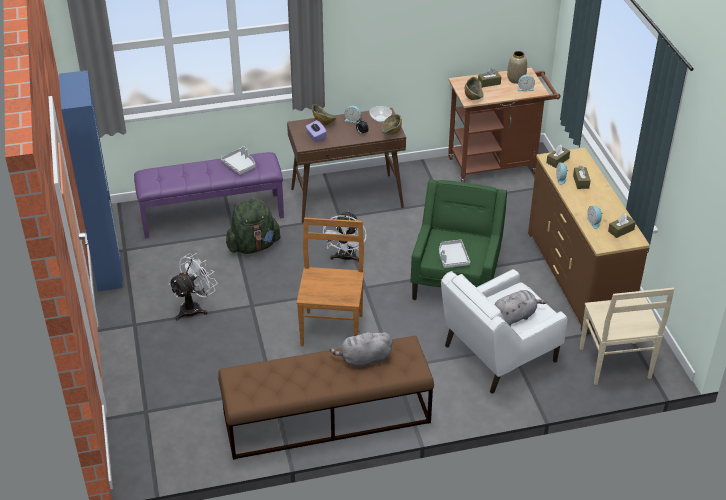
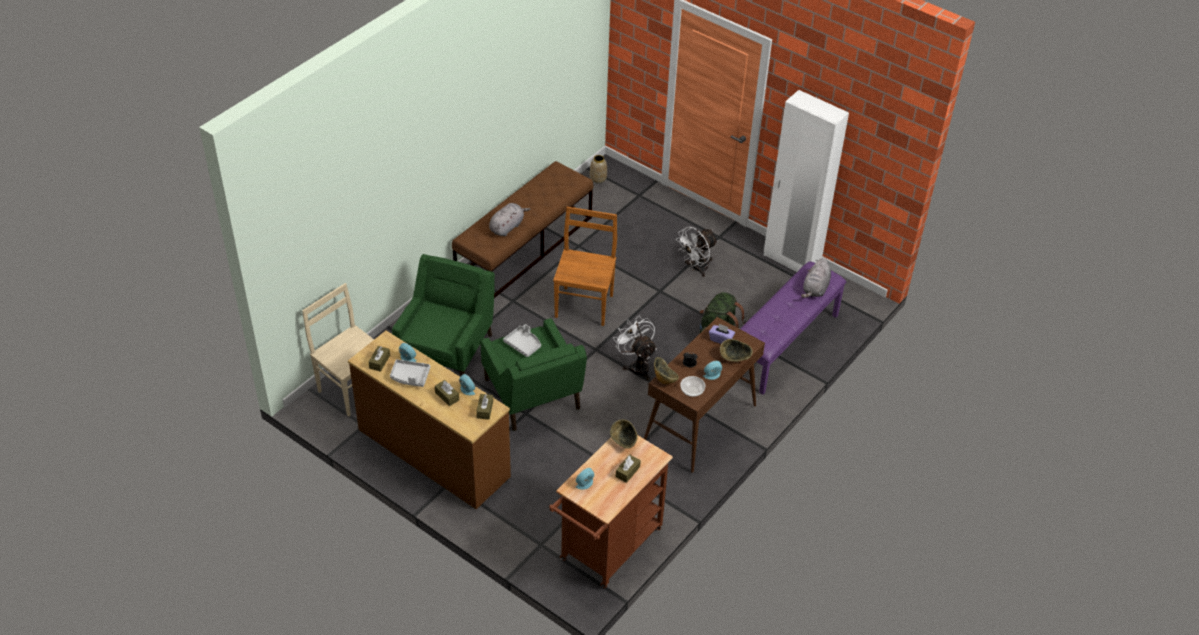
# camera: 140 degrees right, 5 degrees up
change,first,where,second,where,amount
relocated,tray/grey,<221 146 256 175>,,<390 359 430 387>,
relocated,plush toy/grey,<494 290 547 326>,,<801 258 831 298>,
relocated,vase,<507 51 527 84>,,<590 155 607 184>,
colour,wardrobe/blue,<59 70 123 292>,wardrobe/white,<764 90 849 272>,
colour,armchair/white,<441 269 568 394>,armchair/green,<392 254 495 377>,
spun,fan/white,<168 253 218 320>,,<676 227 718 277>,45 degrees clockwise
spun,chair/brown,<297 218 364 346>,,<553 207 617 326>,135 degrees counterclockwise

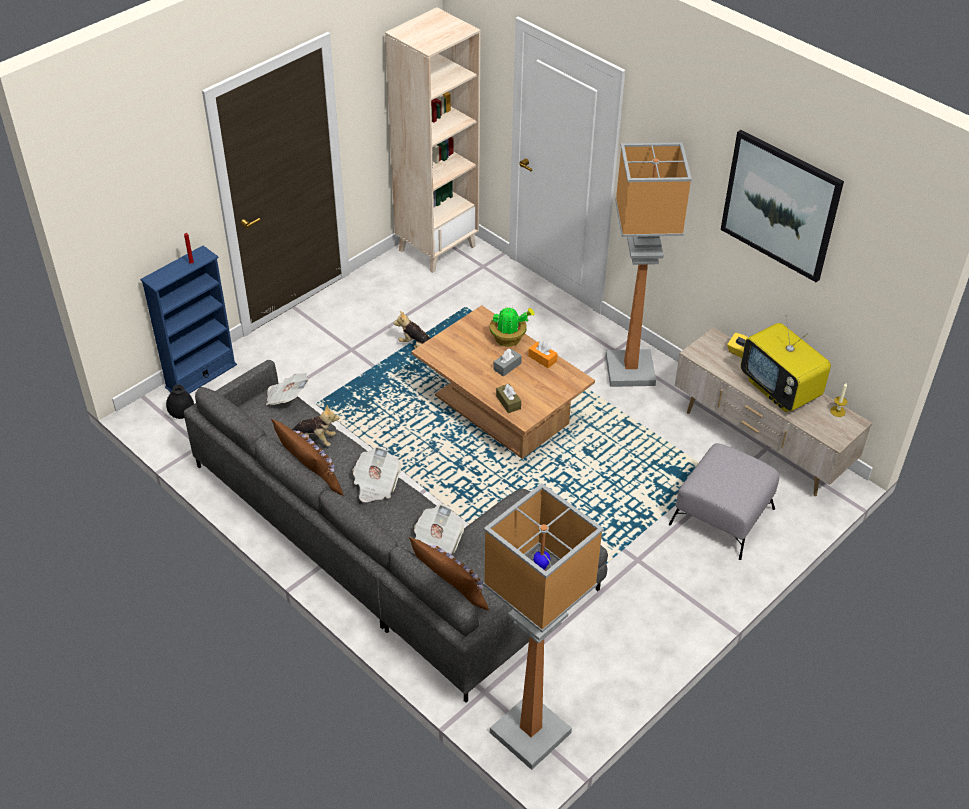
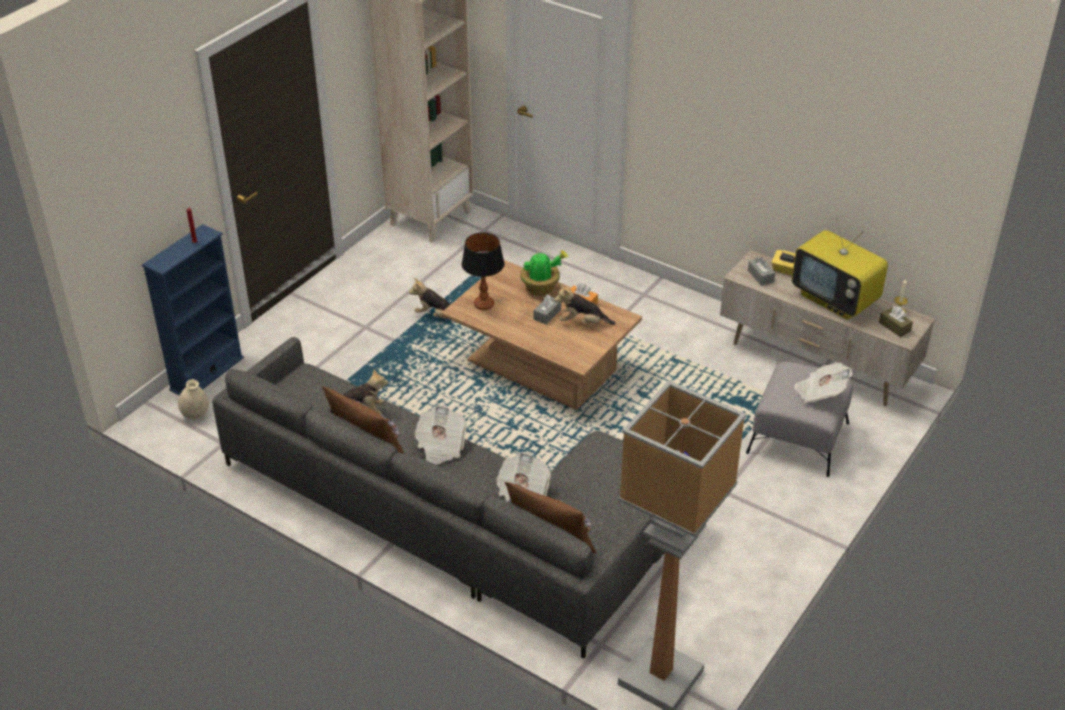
# camera: 10 degrees left, 5 degrees down
change,first,where,second,where,amount
missing,floor lamp,<606 142 692 387>,,,
missing,picture,<721 130 844 282>,,,
appeared,,,table lamp,<462 233 504 310>,
appeared,,,plush toy,<554 284 615 325>,
appeared,,,tissue box/grey,<748 257 775 286>,
relocated,newspaper,<266 373 309 405>,,<794 363 852 403>,
relocated,tissue box/brown,<496 384 521 413>,,<879 306 913 337>,
colour,vase/black,<166 385 194 419>,vase/beige,<178 379 209 419>,

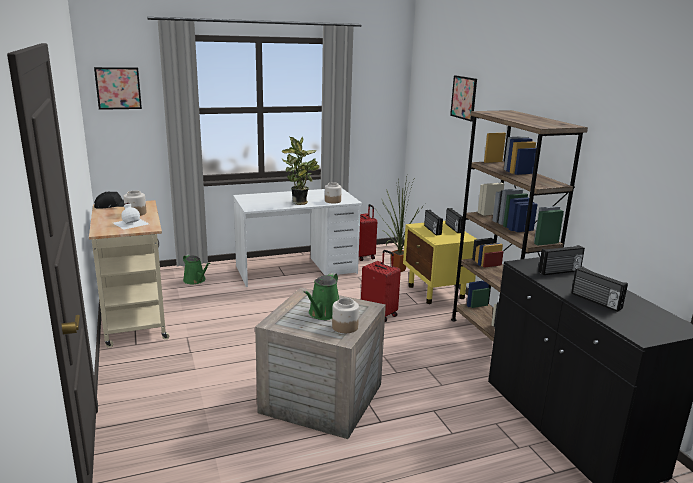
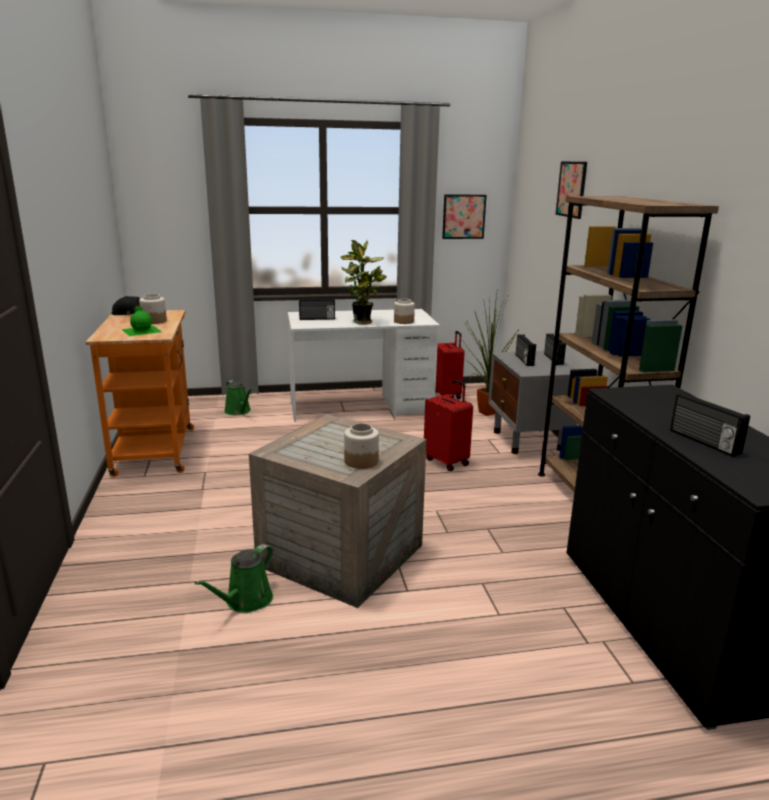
# camera: 10 degrees right, 0 degrees up
change,first,where,second,where,amount
relocated,picture,<94 67 142 110>,,<442 194 486 239>,
relocated,watering can/green,<304 273 339 320>,,<195 544 273 613>,
relocated,radio,<538 245 585 275>,,<299 299 335 320>,
colour,cart/beige,<89 200 169 348>,cart/orange,<86 310 194 477>,
colour,bottle/white,<113 203 149 230>,bottle/green,<121 306 162 336>,
colour,nightstand/yellow,<403 221 477 304>,nightstand/grey,<488 351 577 454>,

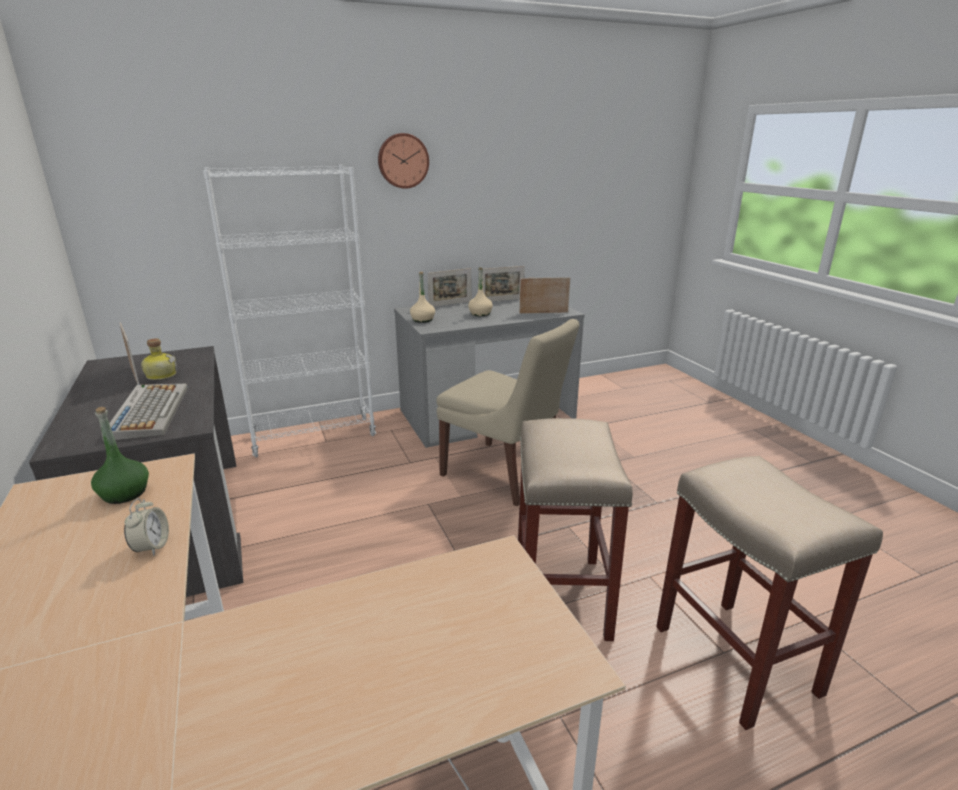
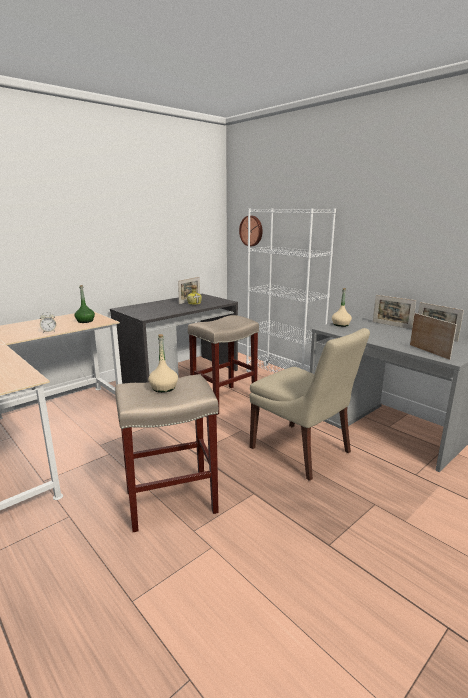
# camera: 70 degrees right, 5 degrees down
change,first,where,second,where,amount
missing,keyboard,<101 383 188 441>,,,
relocated,wall clock,<378 133 429 189>,,<239 216 262 247>,
relocated,bottle/beige,<468 267 493 316>,,<148 334 178 393>,
relocated,stool/beige,<656 456 883 730>,,<188 315 259 415>,
spun,chair/beige,<436 319 579 506>,,<249 328 370 481>,60 degrees counterclockwise

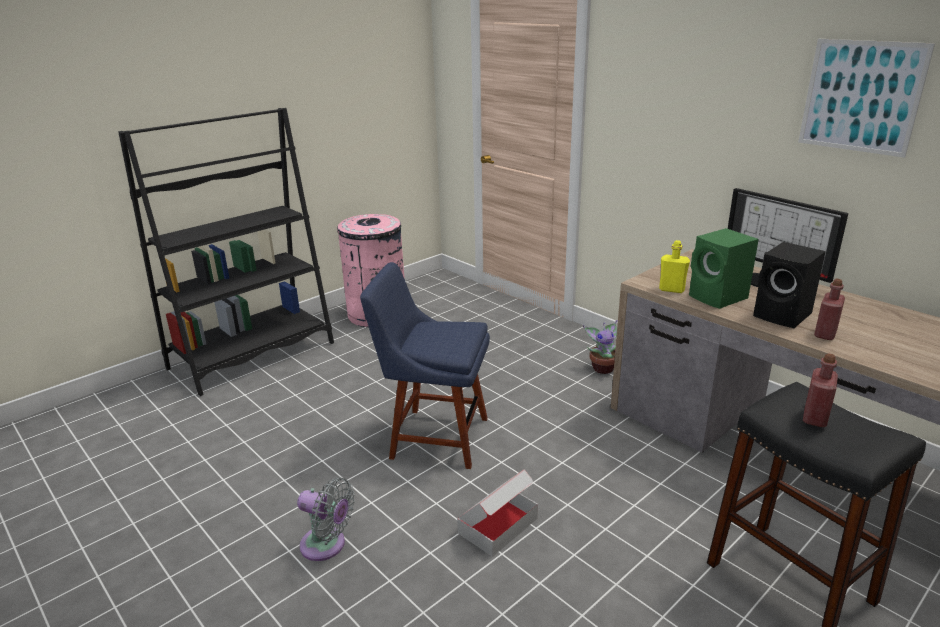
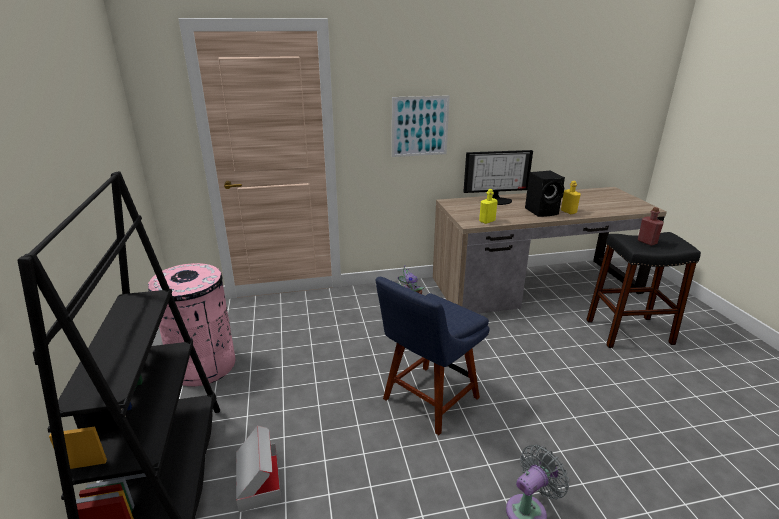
# camera: 60 degrees left, 0 degrees up
change,first,where,second,where,amount
missing,speaker/green,<689 228 759 309>,,,
relocated,cardboard box,<457 469 538 557>,,<236 425 281 512>,
relocated,picture,<798 39 935 158>,,<392 95 450 157>,
colour,bottle/red,<814 279 845 340>,bottle/yellow,<561 181 581 214>,

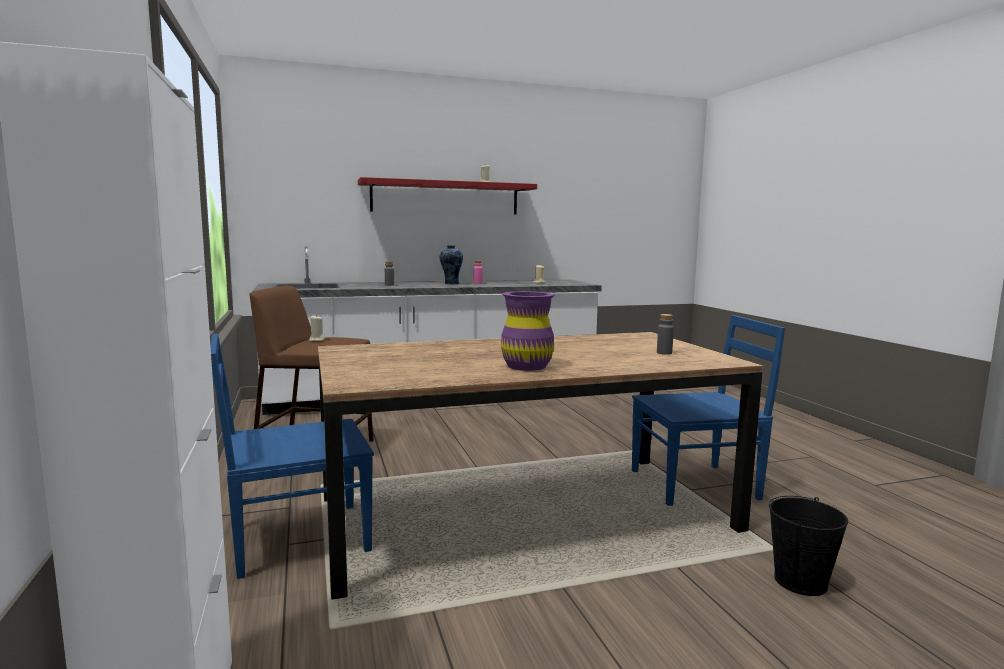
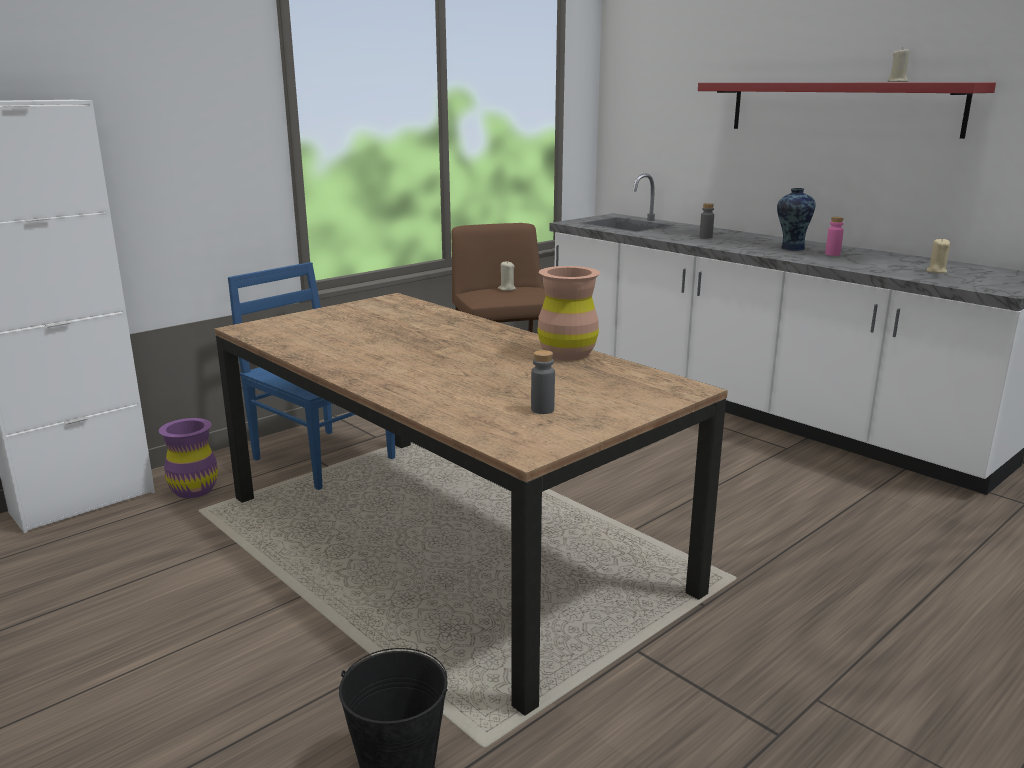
# camera: 65 degrees right, 10 degrees up
change,first,where,second,where,amount
missing,chair/blue,<632 315 785 506>,,,
appeared,,,vase/brown,<537 266 600 361>,
relocated,vase/purple,<501 291 555 371>,,<159 418 218 498>,

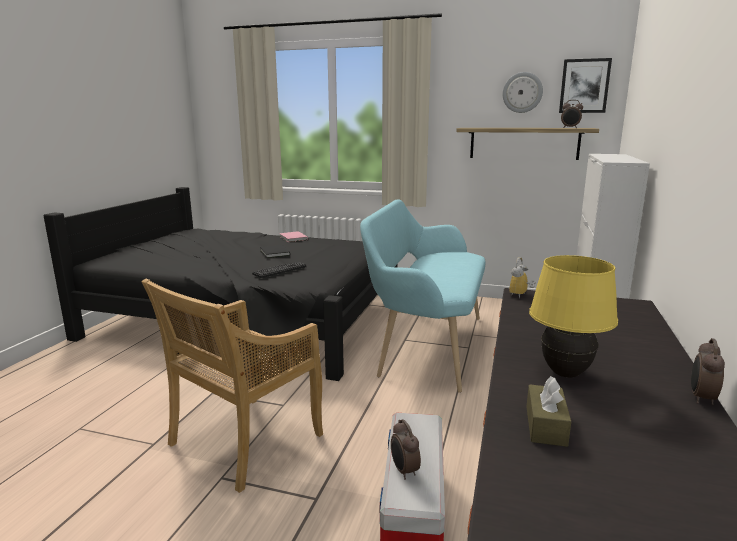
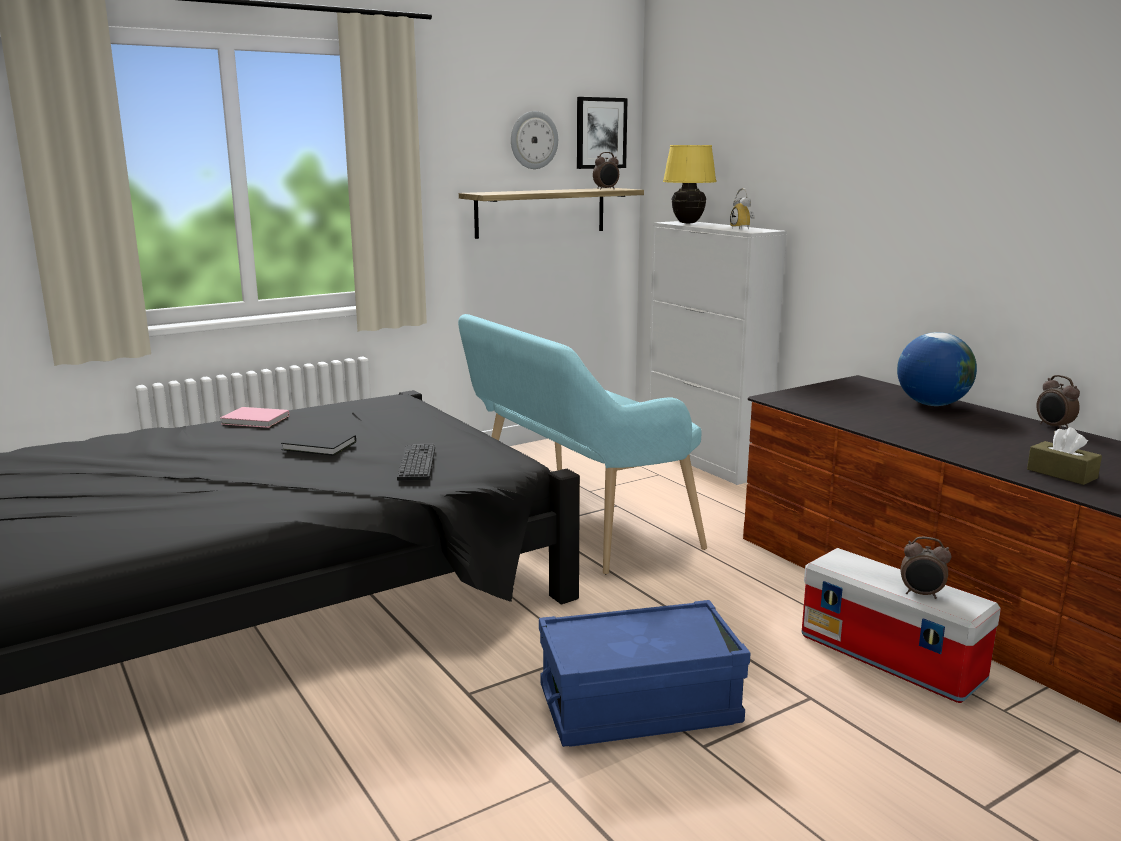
# camera: 50 degrees left, 0 degrees up
change,first,where,second,where,amount
appeared,,,globe,<897 332 977 406>,
relocated,alarm clock,<510 257 536 298>,,<730 188 755 230>,
relocated,table lamp/yellow,<529 255 618 378>,,<663 145 716 223>,
exchanged,chair/beige,<142 279 323 493>,storage box/blue,<539 600 750 747>,

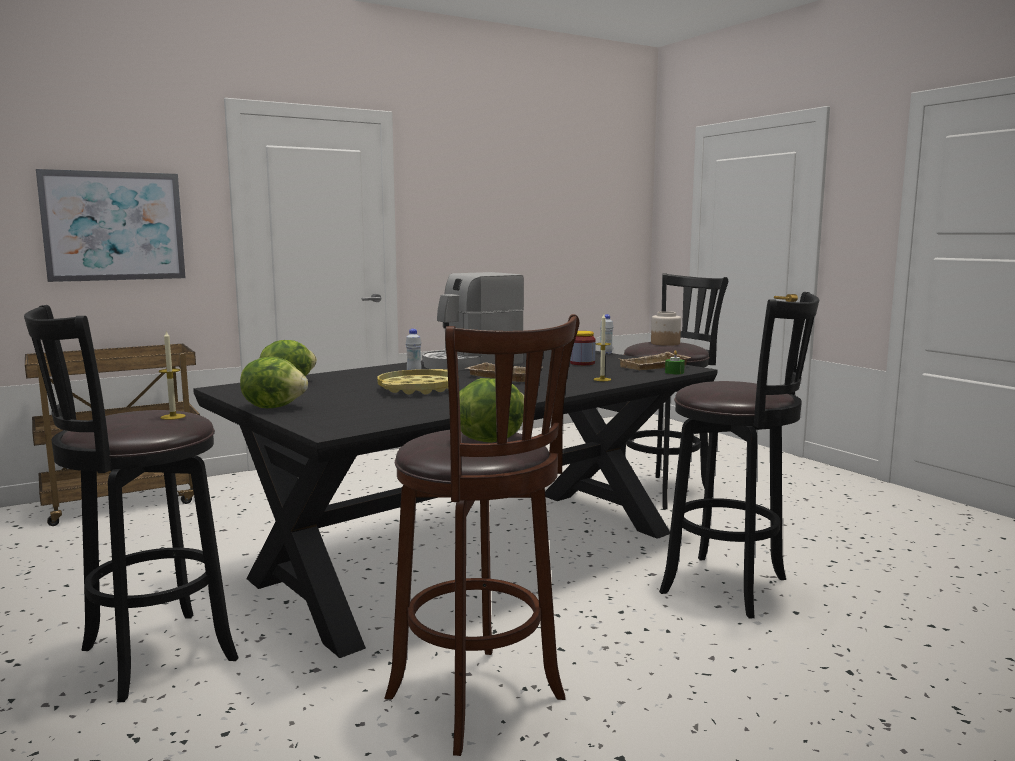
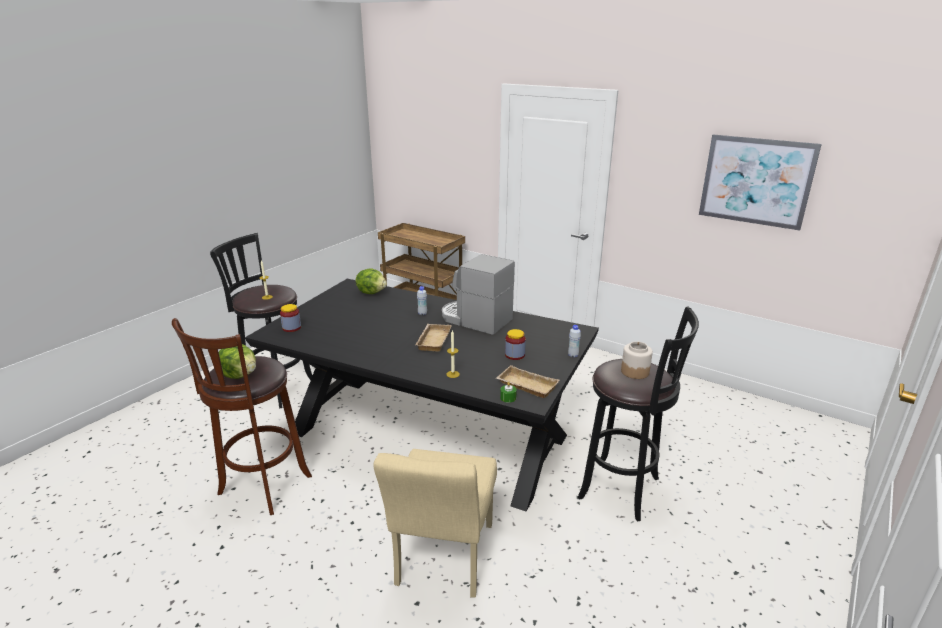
# camera: 65 degrees right, 15 degrees up
change,first,where,second,where,amount
missing,lettuce,<240 357 308 408>,,,
missing,tray/yellow,<377 369 448 395>,,,
appeared,,,jar,<280 304 301 332>,
relocated,picture,<36 169 186 282>,,<699 135 822 231>,
exchanged,stool/black,<659 292 819 619>,chair/beige,<374 449 497 597>,

